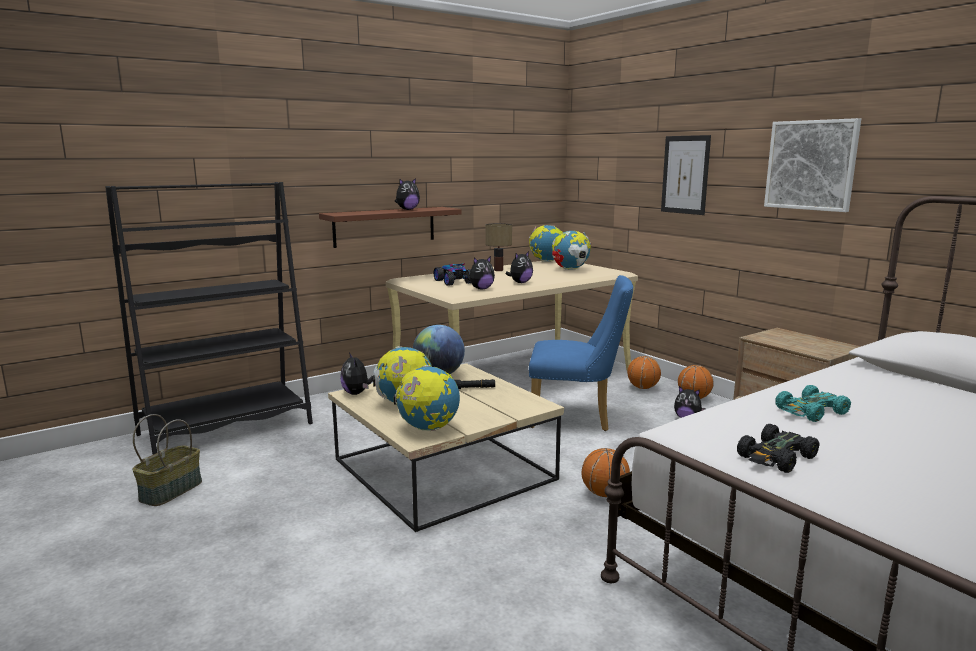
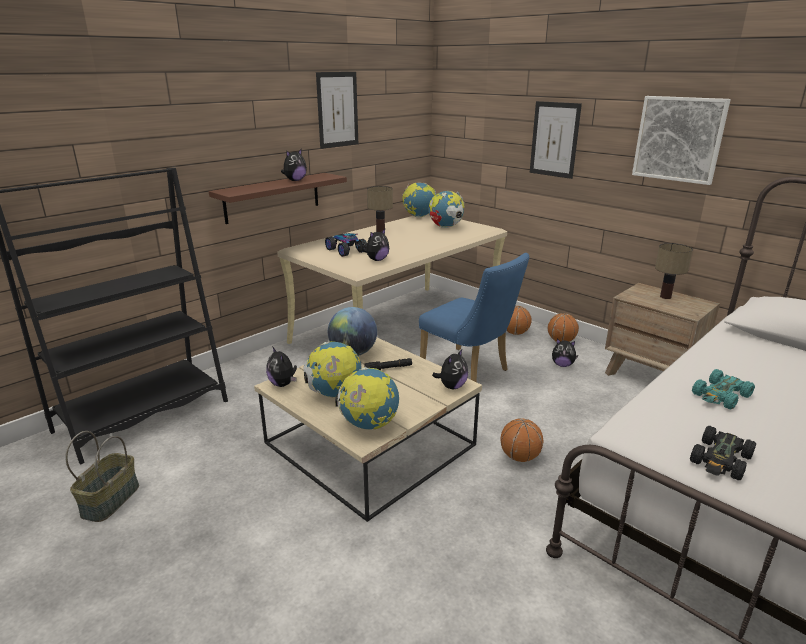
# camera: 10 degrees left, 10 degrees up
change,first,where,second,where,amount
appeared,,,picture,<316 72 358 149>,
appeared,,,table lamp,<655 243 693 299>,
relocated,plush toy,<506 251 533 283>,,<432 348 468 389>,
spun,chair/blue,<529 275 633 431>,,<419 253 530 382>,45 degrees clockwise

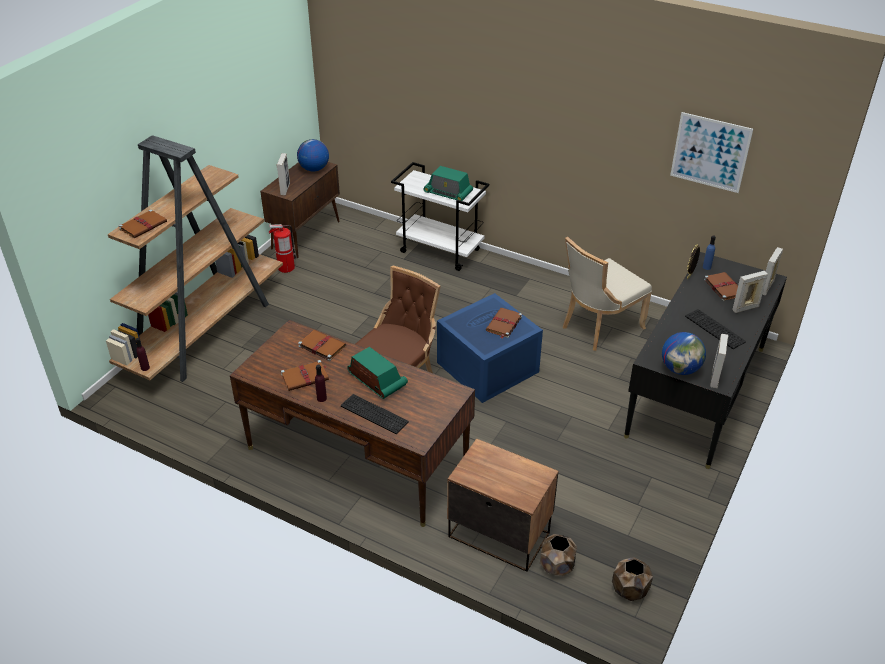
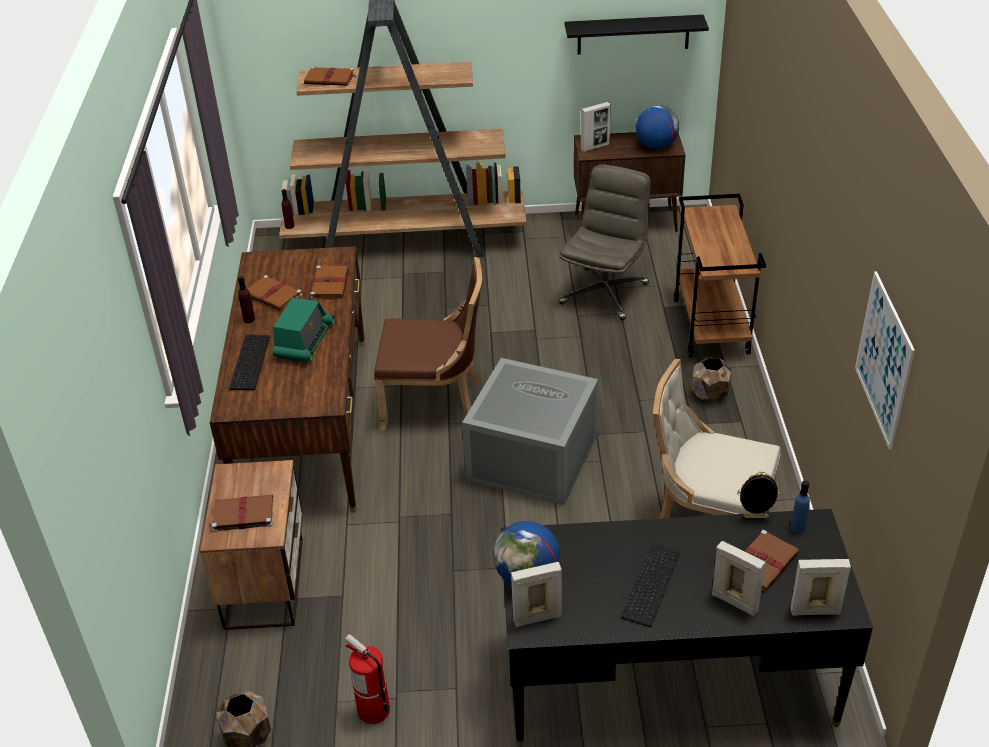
# camera: 60 degrees right, 0 degrees up
change,first,where,second,where,amount
missing,radio,<423 166 473 201>,,,
appeared,,,office chair/grey,<559 164 651 320>,
appeared,,,shelf/black,<565 15 709 54>,
relocated,fire extinguisher,<269 224 297 273>,,<345 634 390 724>,
relocated,book/brown,<486 308 522 339>,,<208 495 273 532>,
relocated,planter/brown,<540 534 577 576>,,<692 357 731 401>,
colour,cart/white,<391 162 489 271>,cart/brown,<674 194 766 358>,
colour,storage box/blue,<437 293 543 403>,storage box/grey,<462 358 598 505>,

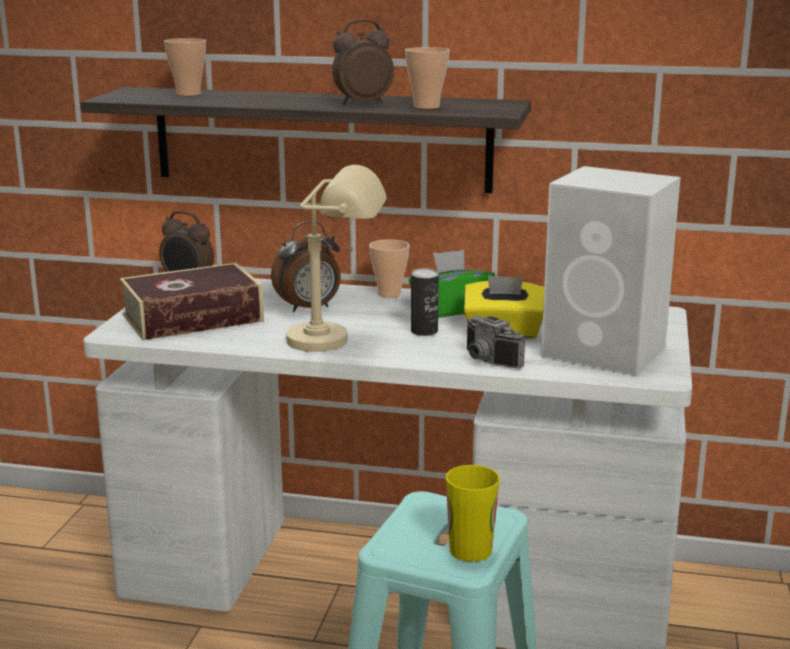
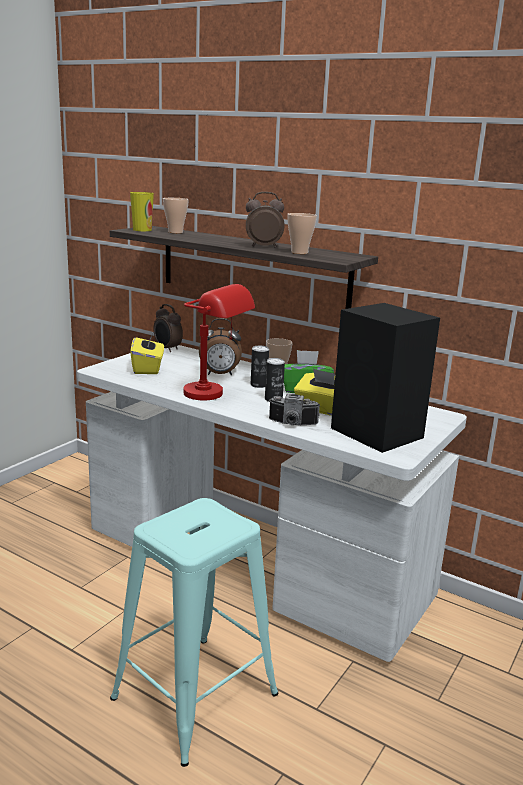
# camera: 20 degrees right, 0 degrees up
change,first,where,second,where,amount
appeared,,,can,<251 346 269 388>,
relocated,cup,<446 465 500 562>,,<130 192 154 231>,
exchanged,book,<120 263 264 340>,tissue box/yellow,<131 331 164 374>,
colour,table lamp/beige,<286 165 387 352>,table lamp/red,<183 284 255 400>,
colour,speaker/white,<541 166 681 376>,speaker/black,<331 303 440 453>,
spun,photo camera,<467 316 525 369>,,<269 394 321 425>,60 degrees counterclockwise

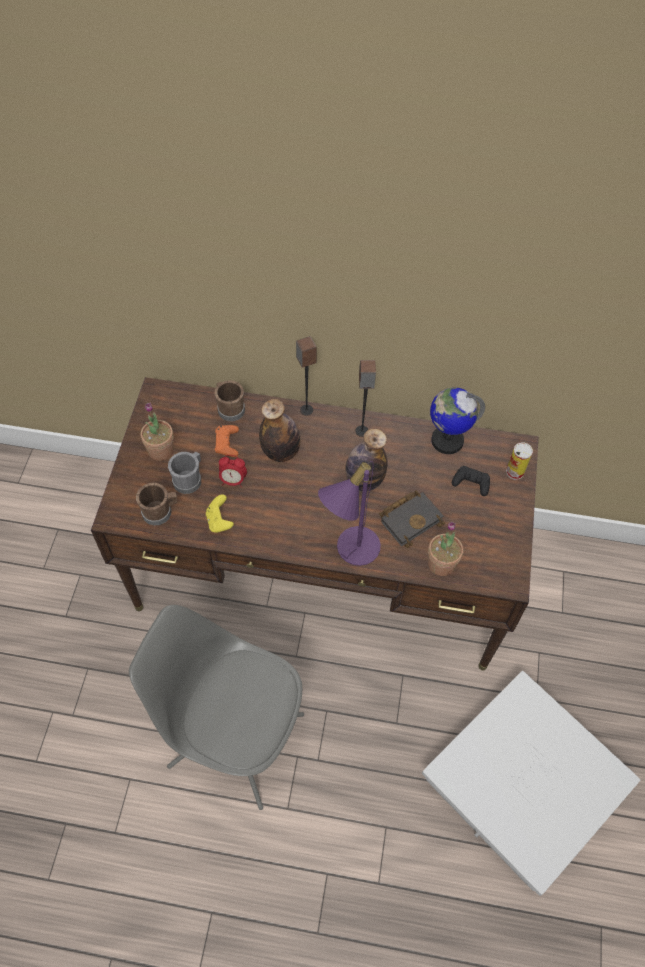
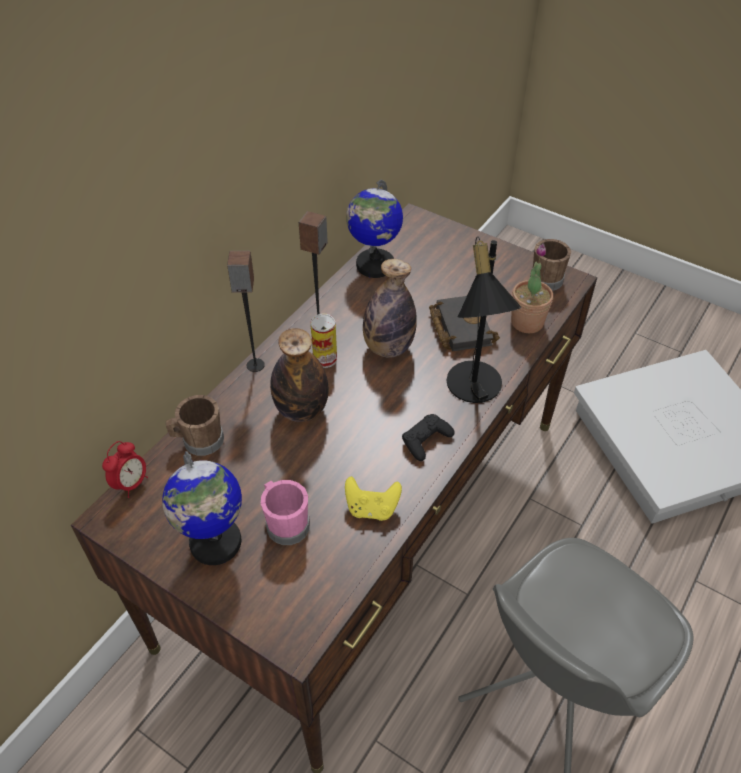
# camera: 65 degrees left, 10 degrees down
change,first,where,second,where,amount
missing,game controller/orange,<215 425 239 457>,,,
relocated,mug/brown,<136 483 178 525>,,<530 239 571 291>,
relocated,alarm clock,<219 455 247 487>,,<102 441 148 498>,
relocated,game controller/black,<452 466 490 496>,,<402 414 455 461>,
relocated,can,<506 442 533 480>,,<311 313 337 368>,
exchanged,potted plant,<141 403 174 461>,globe,<162 451 242 565>,
colour,mug/grey,<168 452 201 494>,mug/pink,<261 480 310 545>,
colour,table lamp/purple,<318 461 381 566>,table lamp/black,<446 236 521 403>,

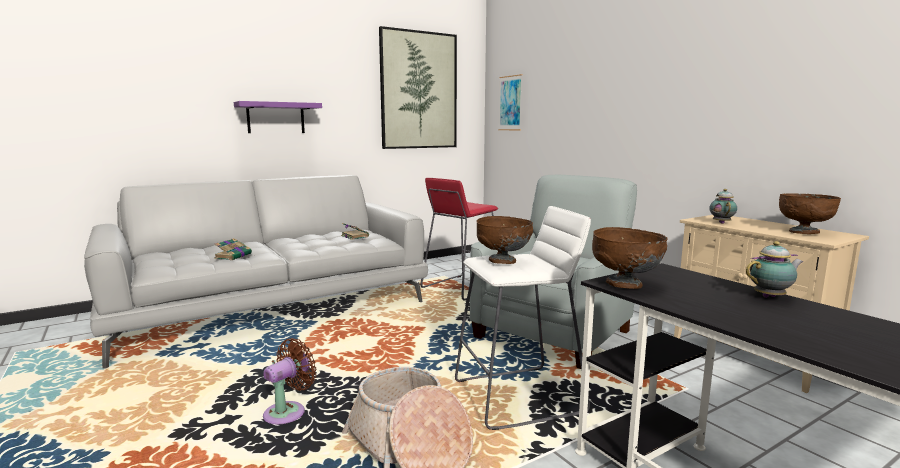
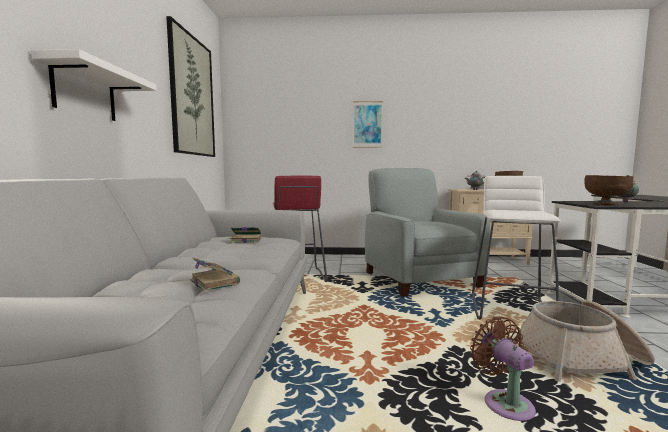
# camera: 55 degrees left, 5 degrees down
change,first,where,second,where,amount
missing,bowl/brown,<477 216 533 264>,,,
relocated,picture,<498 74 523 130>,,<353 101 383 148>,
colour,shelf/purple,<234 101 322 133>,shelf/white,<31 49 156 121>,

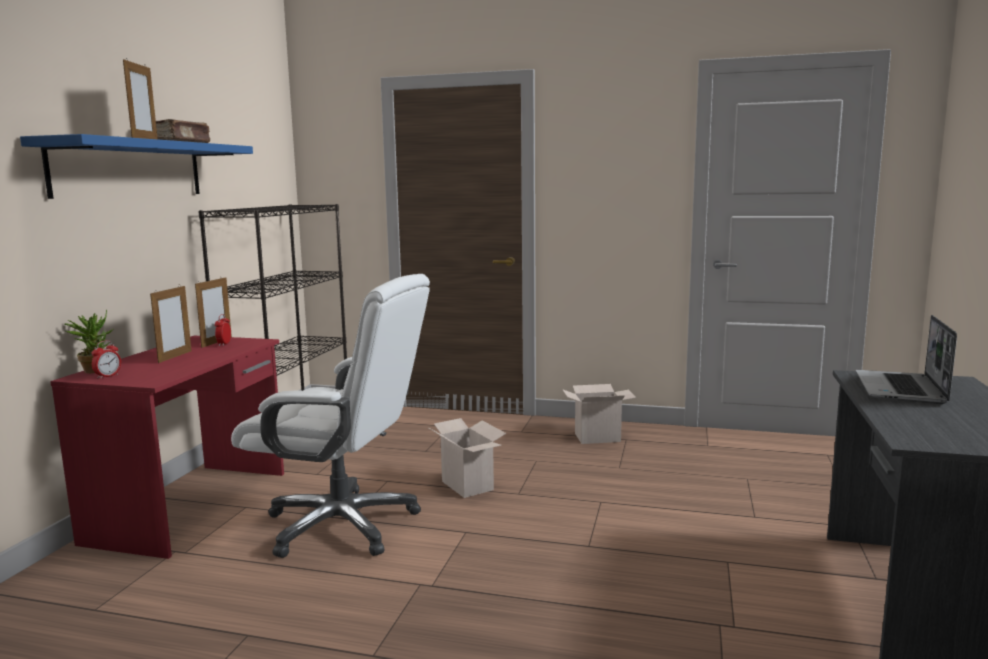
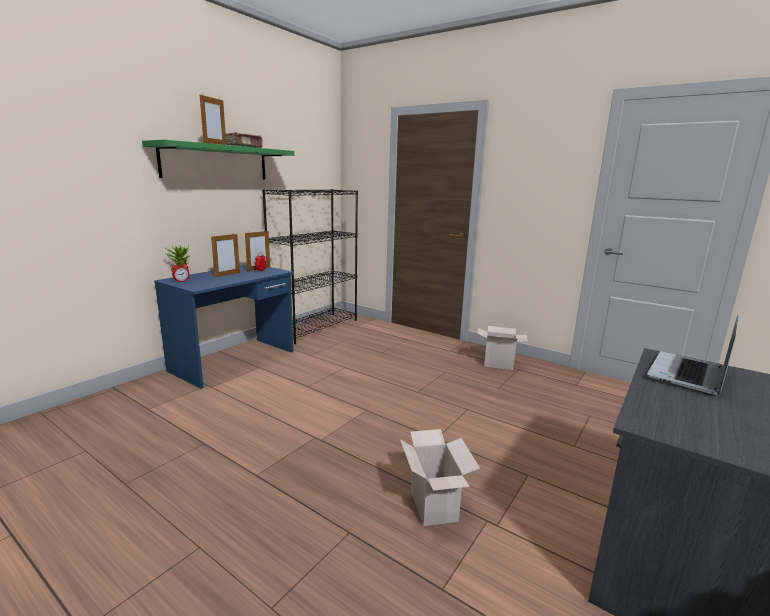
# camera: 20 degrees right, 5 degrees up
change,first,where,second,where,amount
missing,office chair/white,<231 274 430 558>,,,
relocated,cardboard box,<429 418 506 498>,,<400 429 480 526>,
colour,shelf/blue,<20 134 253 199>,shelf/green,<142 140 294 179>,
colour,desk/red,<50 336 284 559>,desk/blue,<154 265 294 389>,

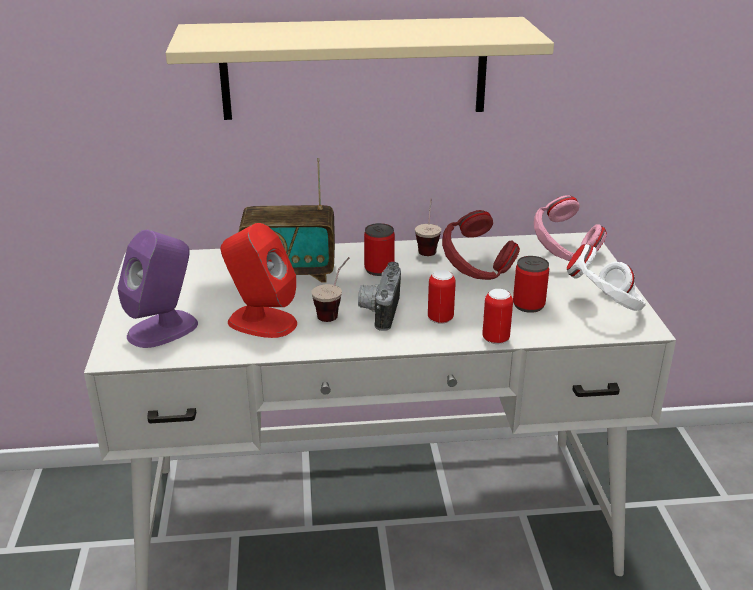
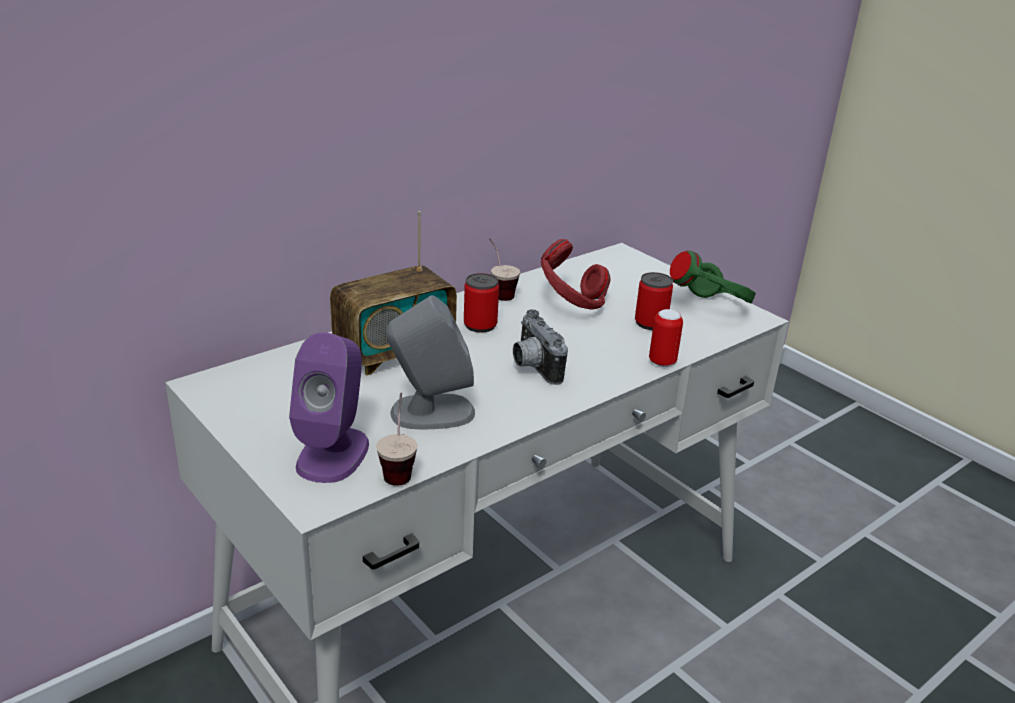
# camera: 35 degrees left, 0 degrees up
change,first,where,second,where,amount
missing,shelf/beige,<166 17 554 120>,,,
missing,can,<428 270 456 324>,,,
missing,headphones/pink,<534 195 607 261>,,,
relocated,cup,<311 257 349 322>,,<376 393 418 486>,
colour,speaker/red,<221 223 297 338>,speaker/grey,<386 295 475 430>,
colour,headphones/white,<567 244 645 311>,headphones/green,<670 250 756 303>,

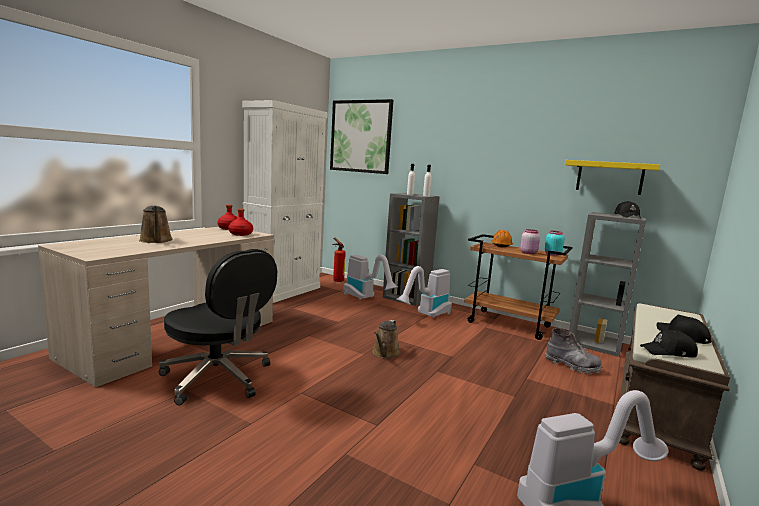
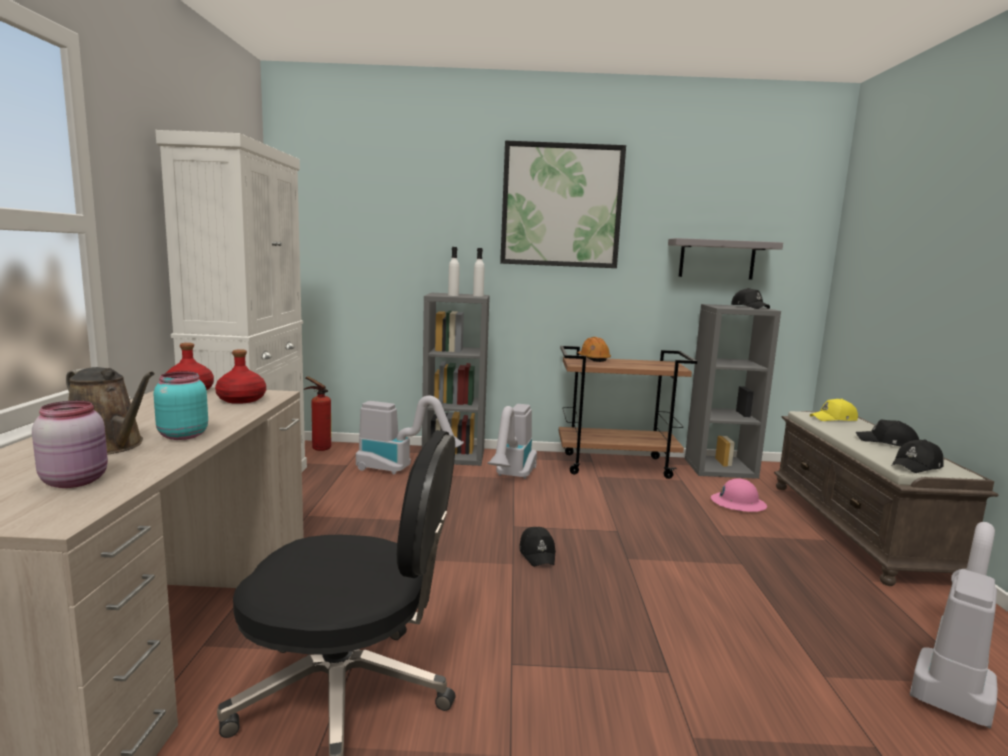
# camera: 30 degrees left, 0 degrees up
change,first,where,second,where,amount
appeared,,,cap/yellow,<810 399 858 421>,
relocated,picture,<330 99 393 174>,,<500 140 626 268>,
relocated,jar/pink,<520 229 540 254>,,<32 401 108 488>,
relocated,jar/turquoise,<544 231 565 256>,,<153 372 208 440>,
exchanged,watering can/brown,<372 320 400 359>,cap/black,<519 527 556 567>,
exchanged,boot/grey,<545 328 602 374>,hard hat/pink,<711 479 767 512>,
colour,shelf/yellow,<565 160 660 195>,shelf/grey,<668 238 783 280>,

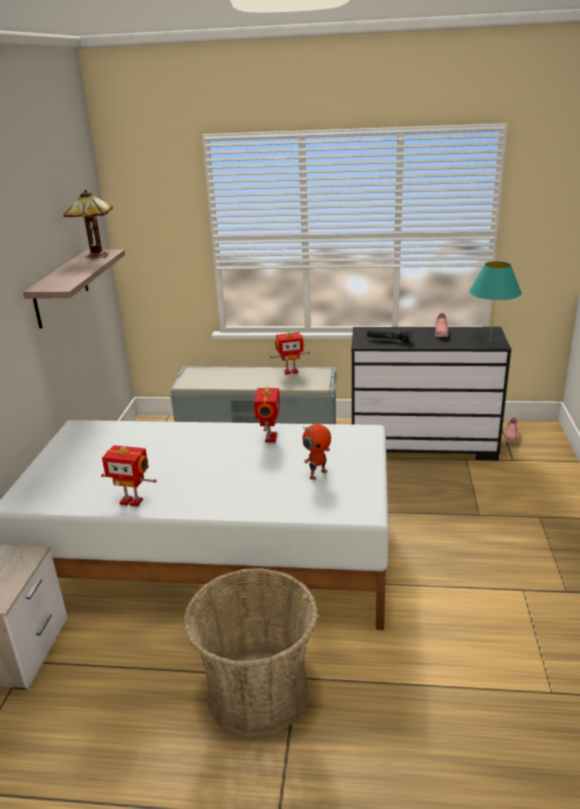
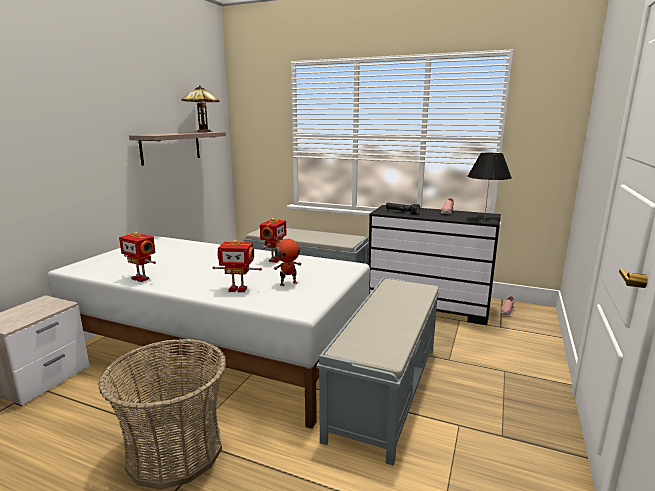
# camera: 15 degrees right, 10 degrees down
change,first,where,second,where,amount
appeared,,,bench/grey,<317 277 439 466>,
relocated,toy robot,<270 332 310 375>,,<213 240 262 292>,
colour,table lamp/turquoise,<469 261 522 342>,table lamp/black,<467 153 512 220>,

